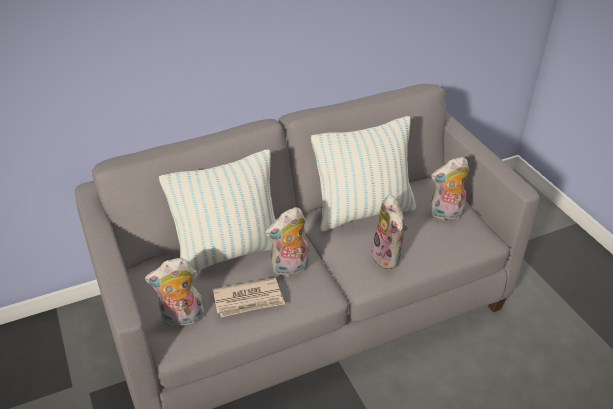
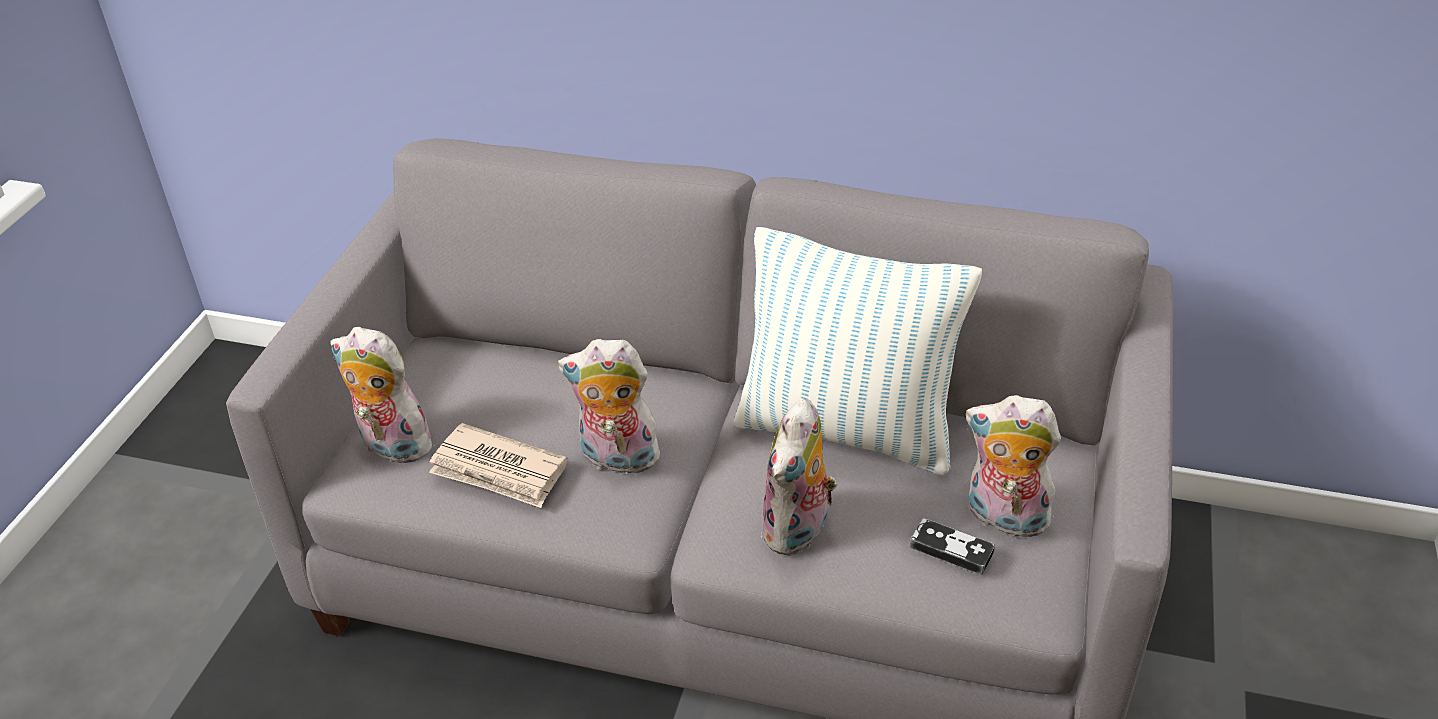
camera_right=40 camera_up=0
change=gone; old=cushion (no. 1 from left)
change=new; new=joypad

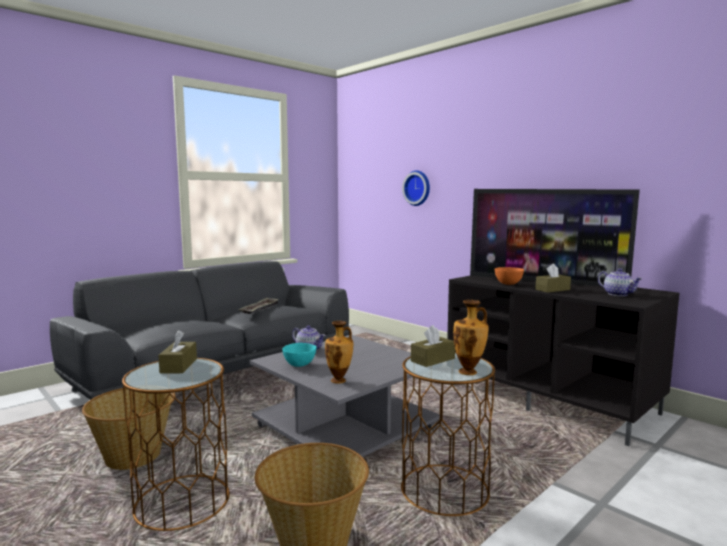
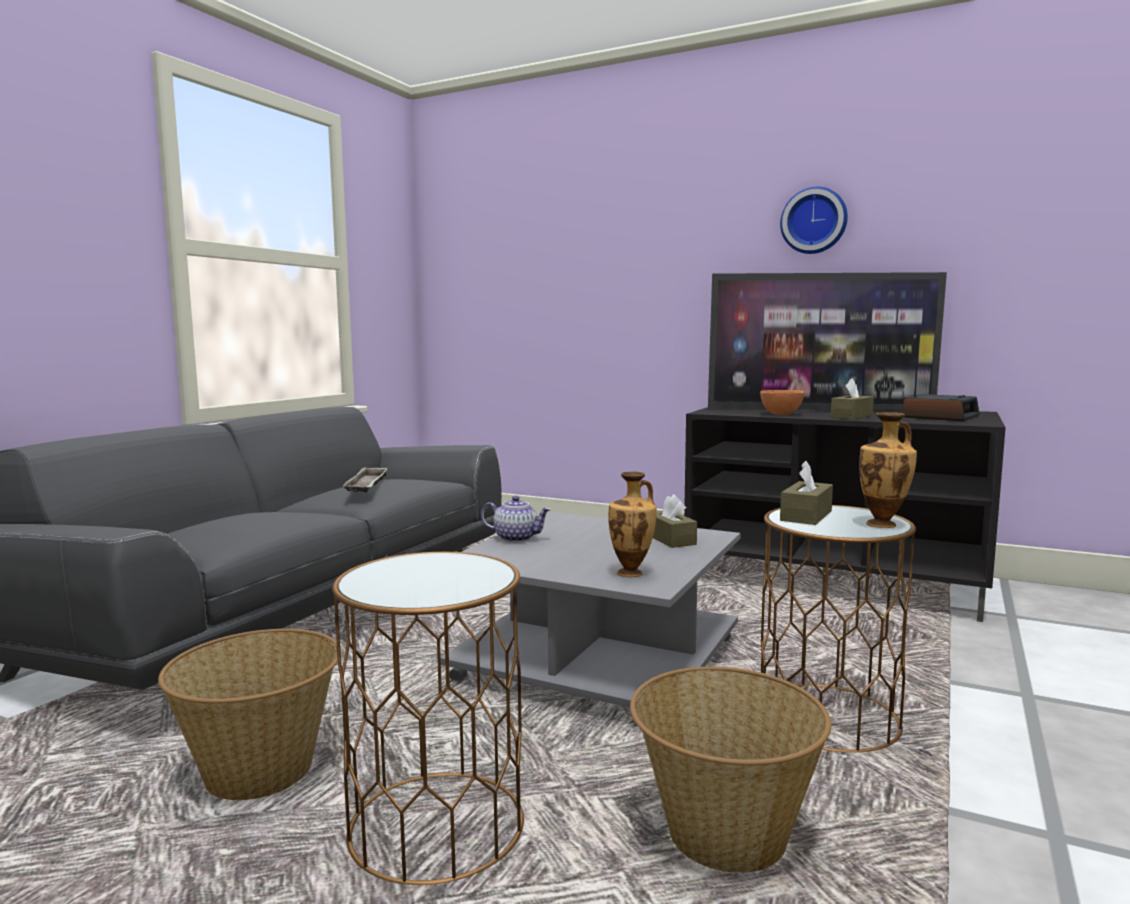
camera_right=-20 camera_up=0
change=gone; old=blue-green deep dish
change=shifted; old=brown tissue holder (no. 1 from left)
change=shifted; old=wall clock
change=swapped; old=pot for tea (no. 2 from left); new=alarm clock

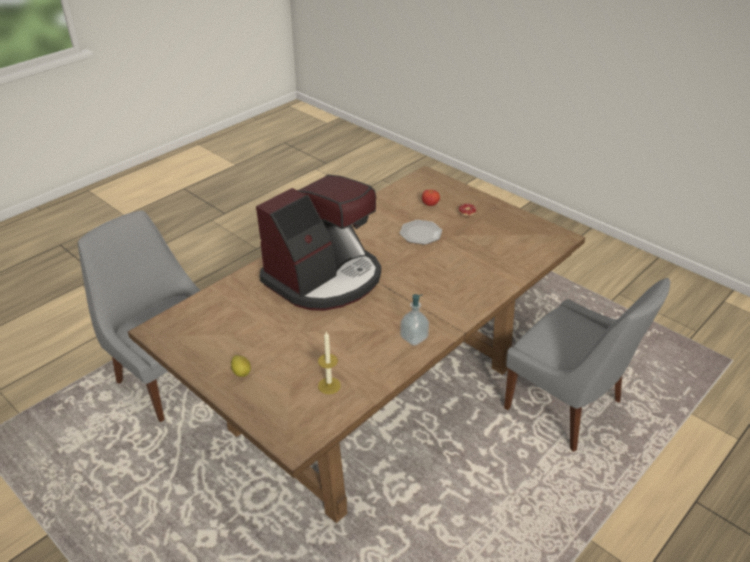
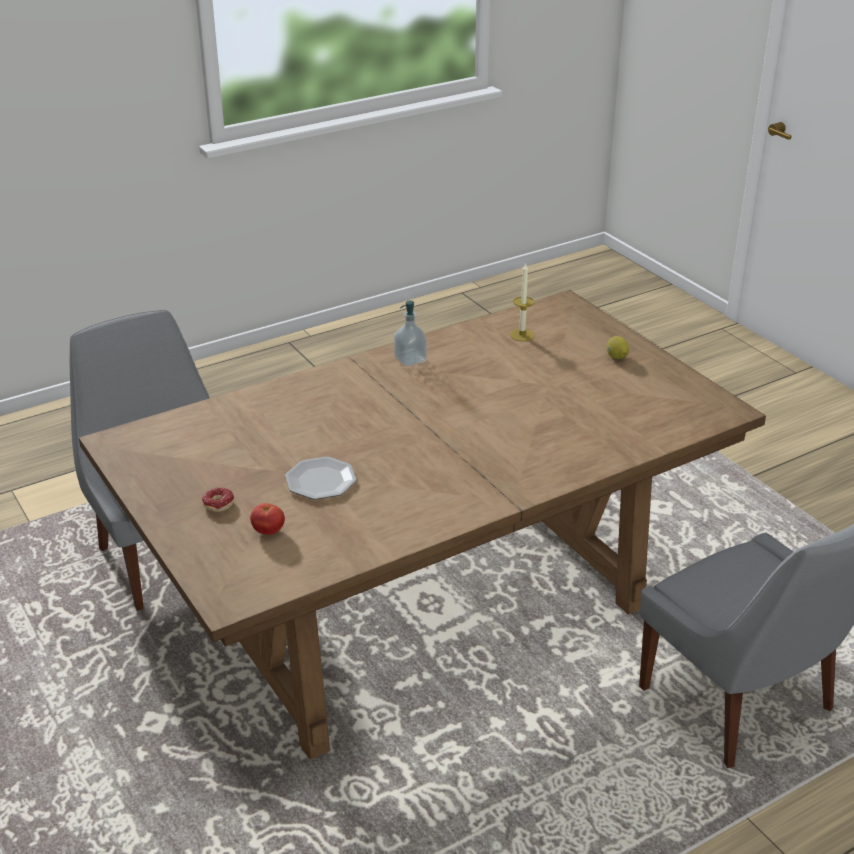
camera_right=-165 camera_up=-5
change=gone; old=coffee maker

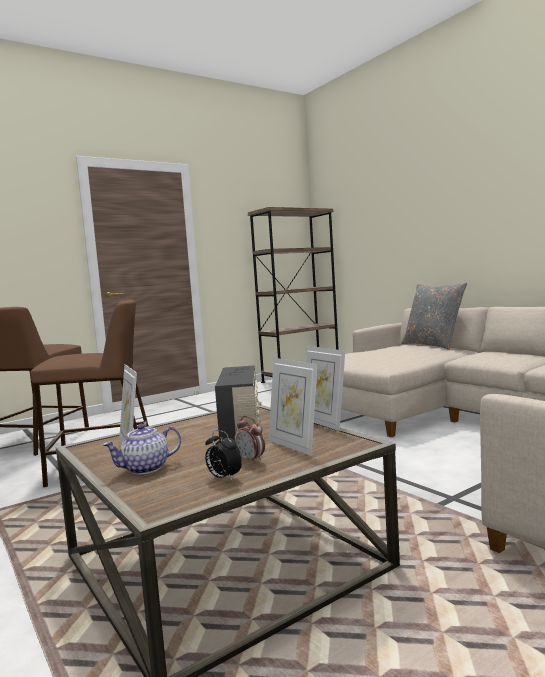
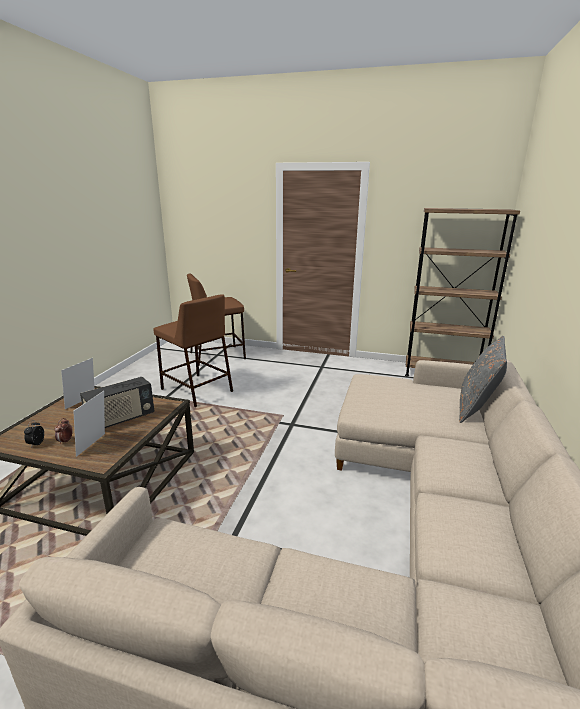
camera_right=50 camera_up=15
change=gone; old=pot for tea
change=gone; old=photo frame (no. 3 from left)

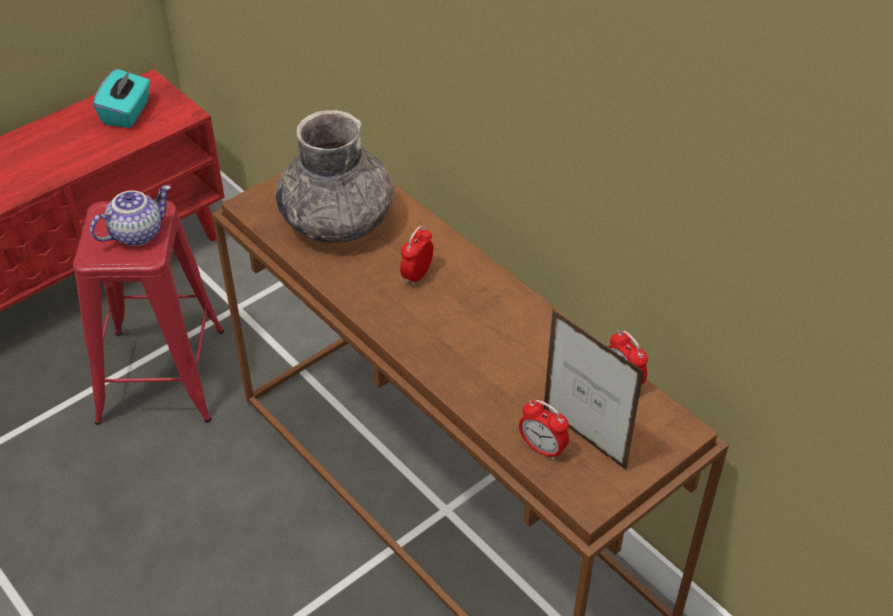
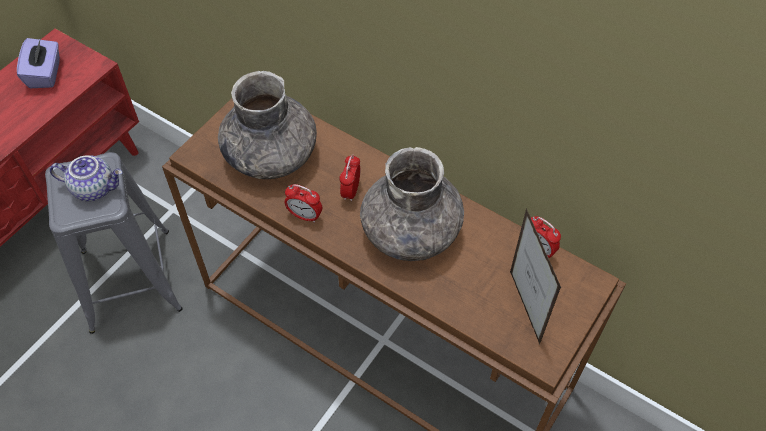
camera_right=-15 camera_up=10
change=new; new=grey vase (no. 2 from left)
change=shifted; old=alarm clock (no. 2 from left in the first image); new=alarm clock (no. 1 from left)
change=repainted; old=reddish stool seat; new=grey stool seat
change=repainted; old=blue-green tissue holder; new=purple-coloured tissue holder
change=rotated; old=pot for tea; degrees=60
change=rotated; old=photo frame; degrees=45

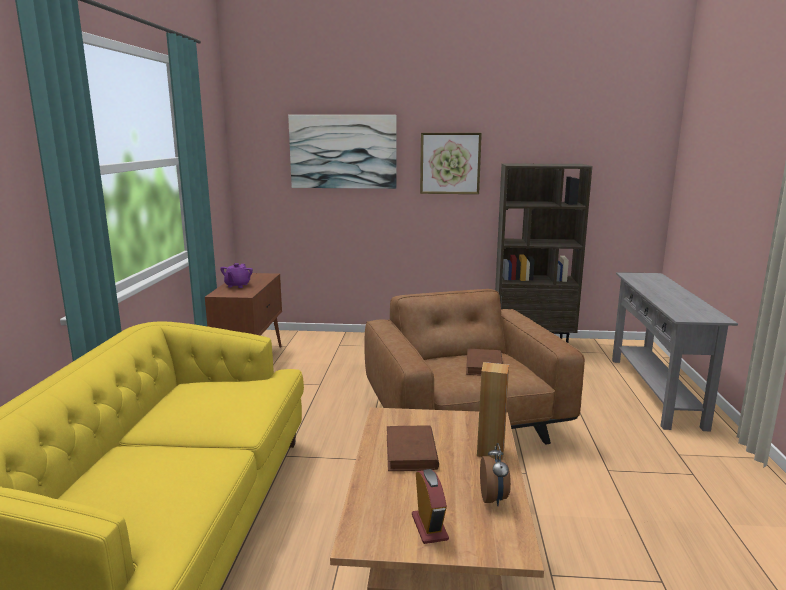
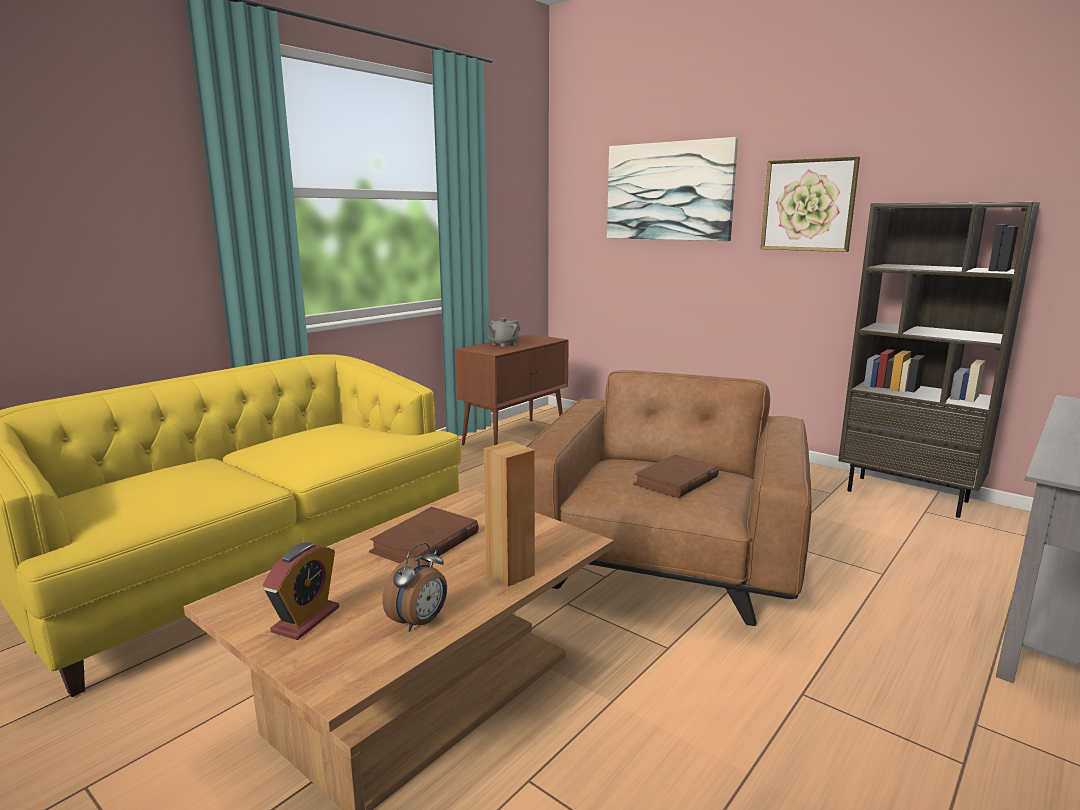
camera_right=35 camera_up=0
change=repainted; old=purple-coloured pot for tea; new=grey pot for tea

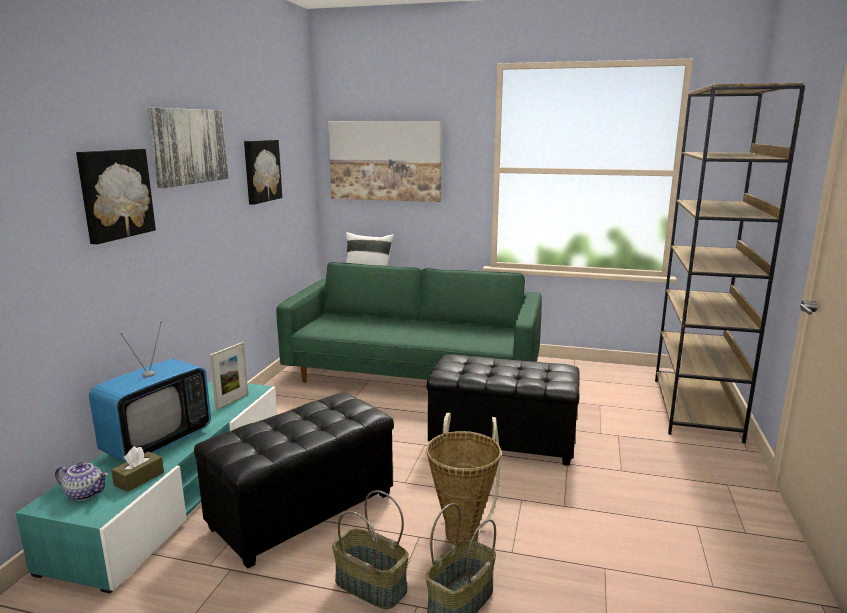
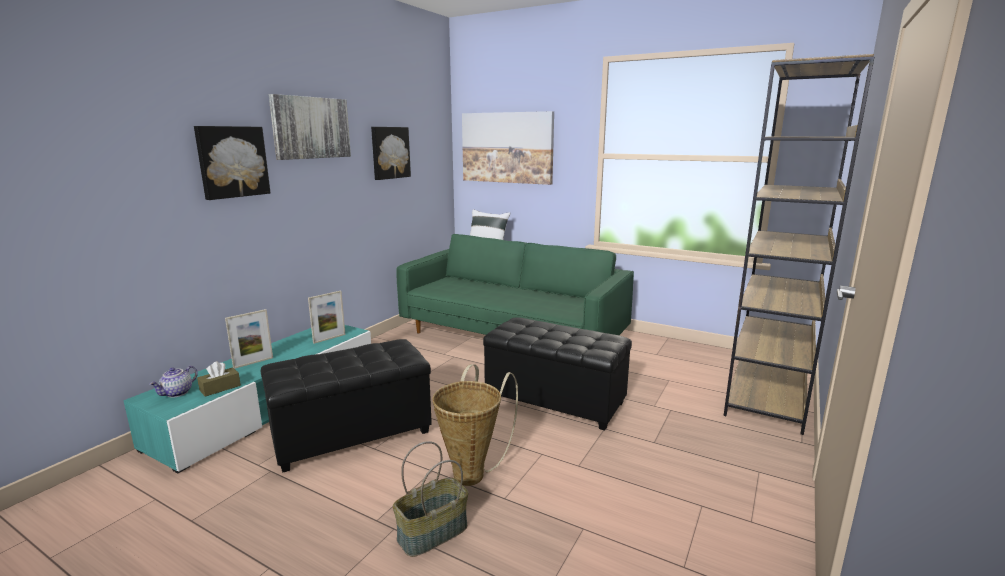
camera_right=15 camera_up=0
change=gone; old=household basket (no. 1 from left)
change=swapped; old=TV; new=photo frame (no. 1 from left)
change=rotated; old=pot for tea; degrees=90

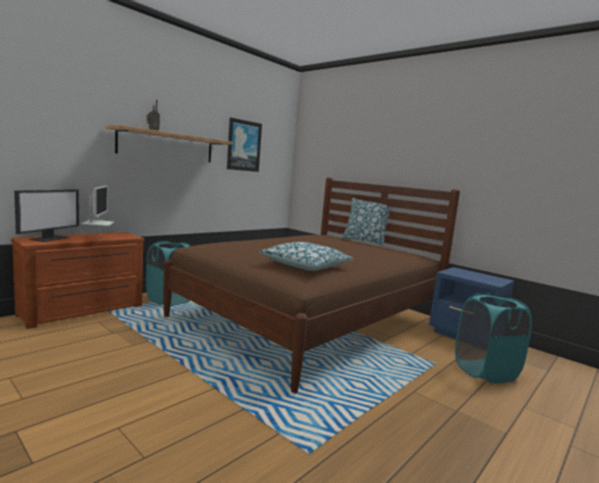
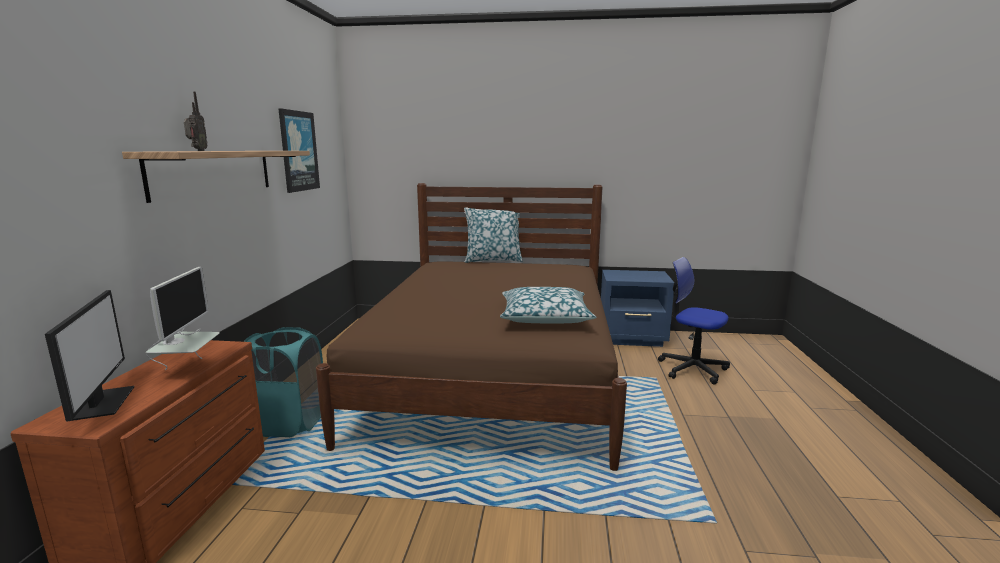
camera_right=-35 camera_up=5
change=swapped; old=blue-green laundry basket (no. 2 from left); new=computer chair
change=rotated; old=monitor (no. 2 from left); degrees=45

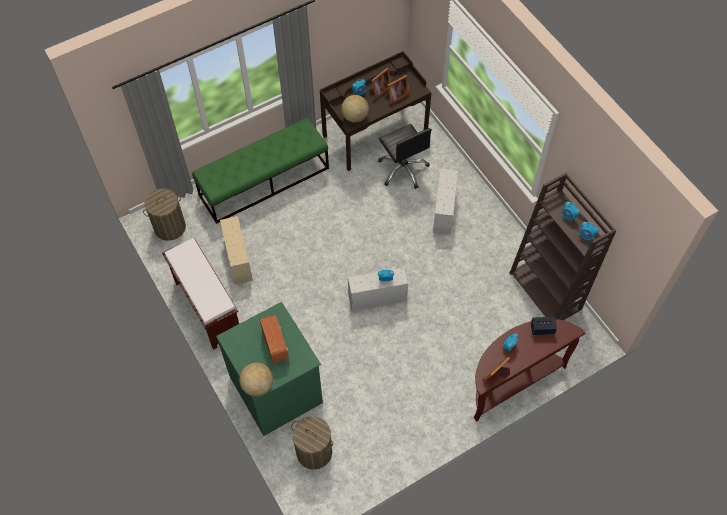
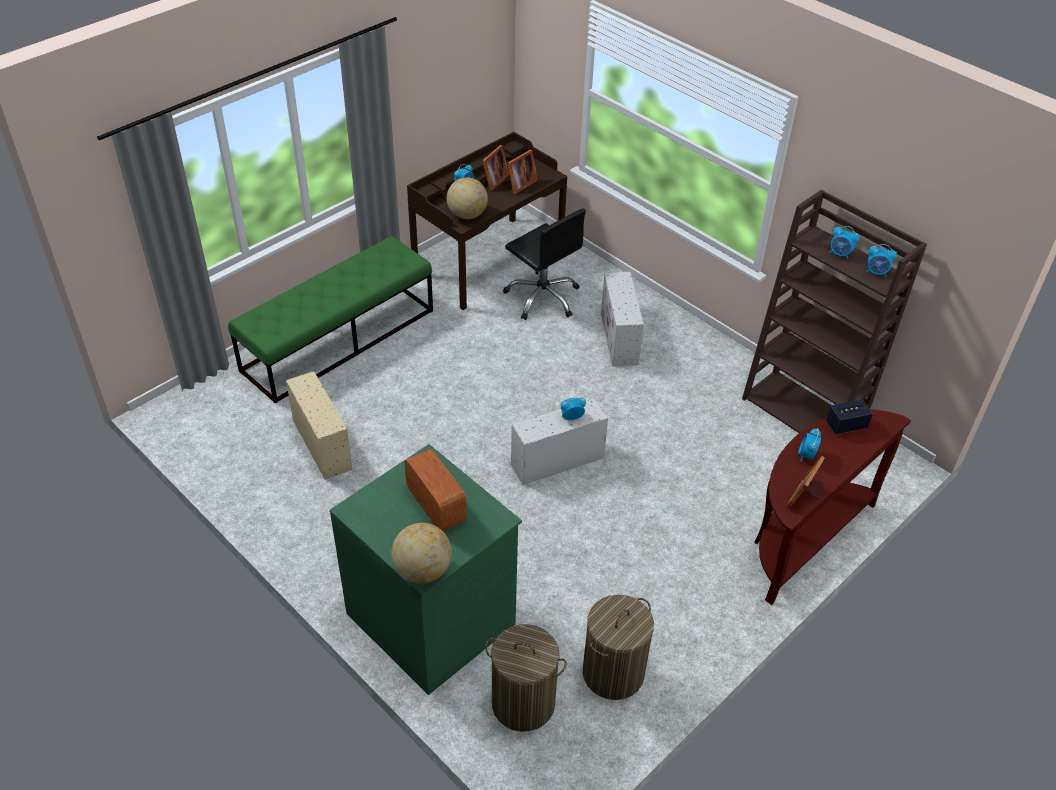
camera_right=-15 camera_up=-15
change=gone; old=brown indoor bench
change=shifted; old=laundry basket (no. 1 from left in the first image); new=laundry basket (no. 2 from left)

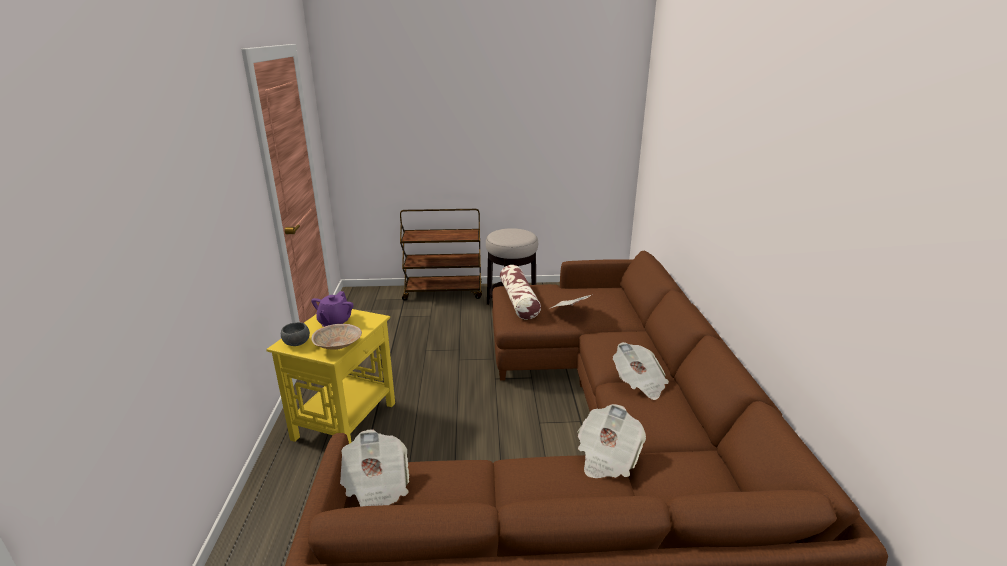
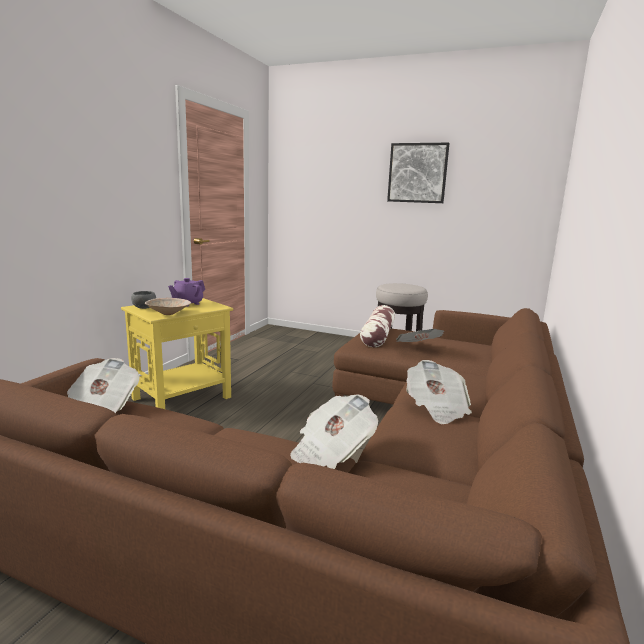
camera_right=25 camera_up=-10
change=gone; old=brown trolley
change=new; new=wall picture

